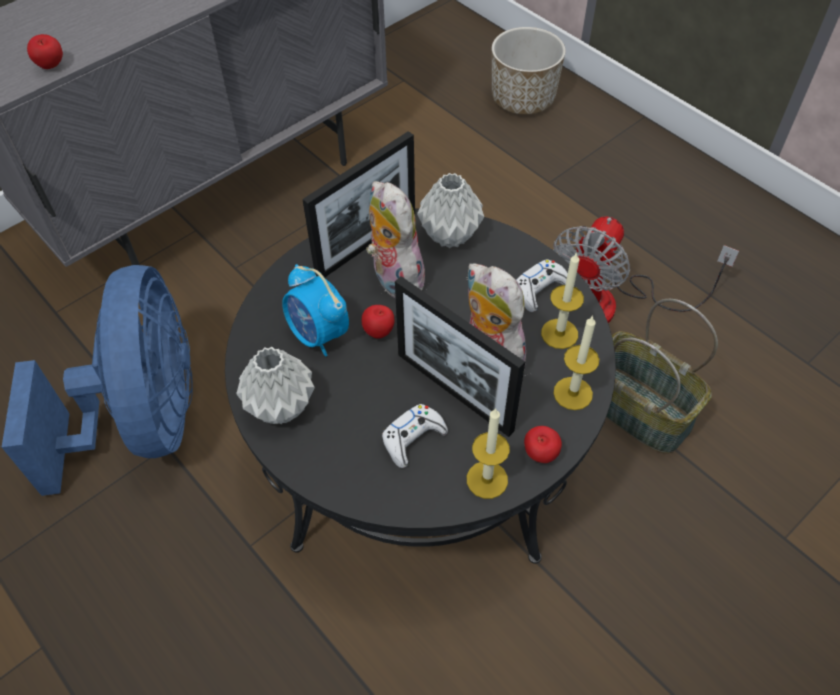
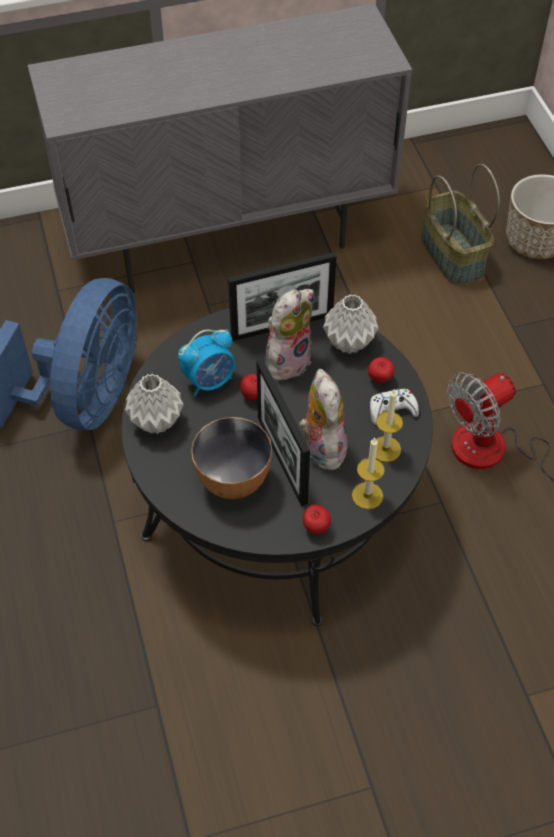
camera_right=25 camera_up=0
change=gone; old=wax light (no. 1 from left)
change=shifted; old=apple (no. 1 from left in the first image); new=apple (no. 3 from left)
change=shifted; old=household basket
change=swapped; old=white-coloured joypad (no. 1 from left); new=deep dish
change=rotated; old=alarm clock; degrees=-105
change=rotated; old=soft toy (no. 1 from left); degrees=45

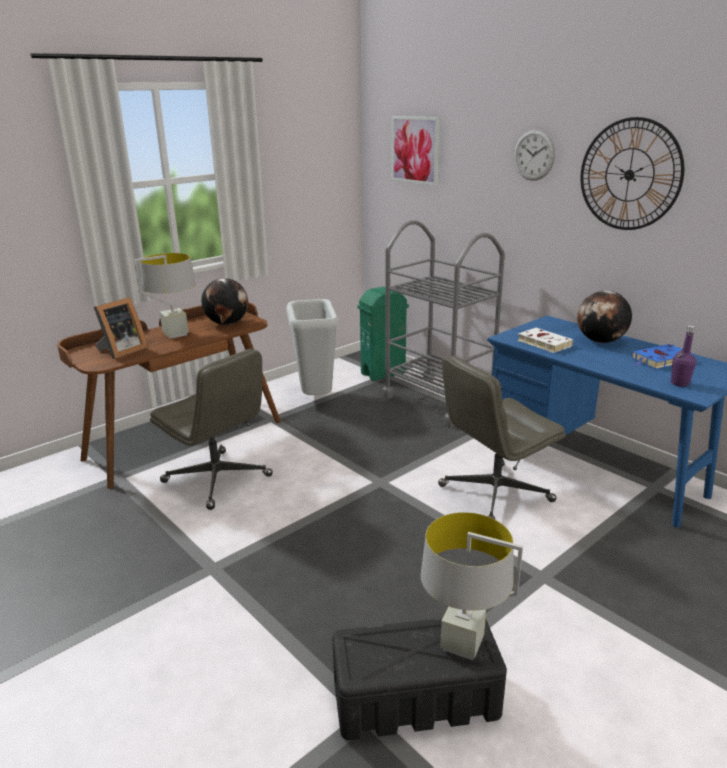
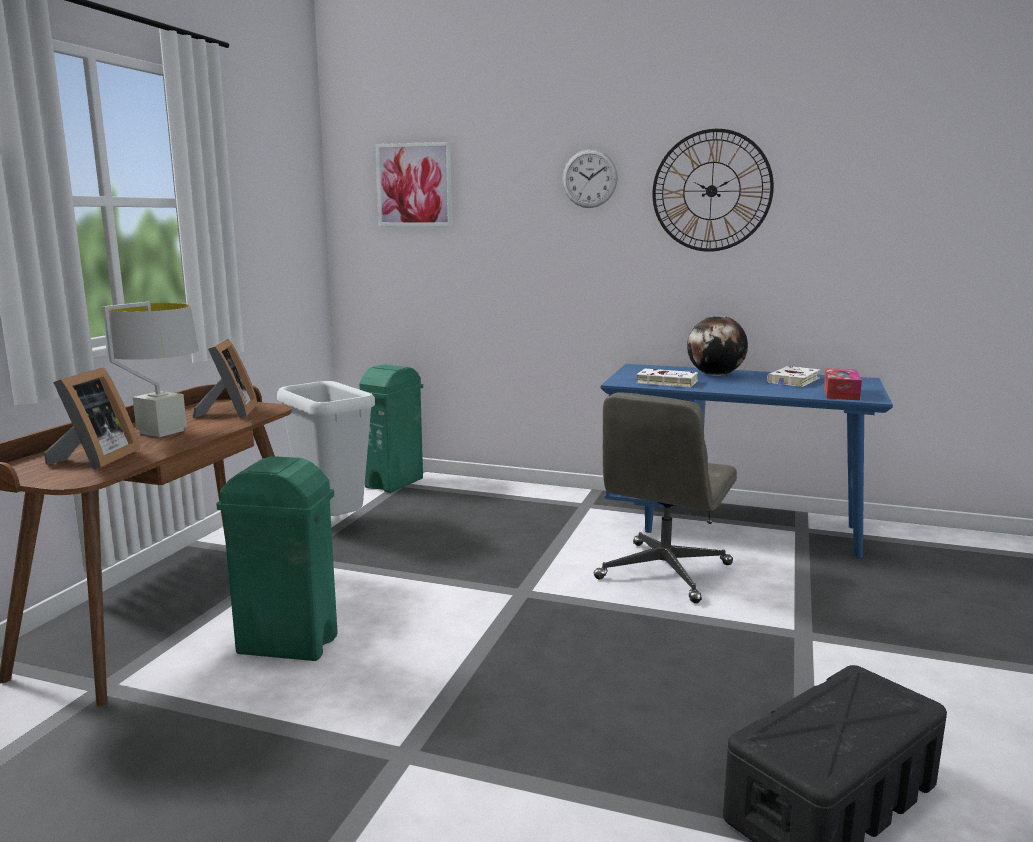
camera_right=-30 camera_up=-10
change=gone; old=grey trolley
change=gone; old=grey table lamp (no. 2 from left)
change=swapped; old=grey computer chair (no. 1 from left); new=greenish waste bin (no. 1 from left)
change=swapped; old=globe (no. 1 from left); new=photo frame (no. 2 from left)
change=swapped; old=purple-coloured beverage bottle; new=tissue holder
change=repainted; old=blue bound book; new=white-coloured bound book (no. 2 from left)

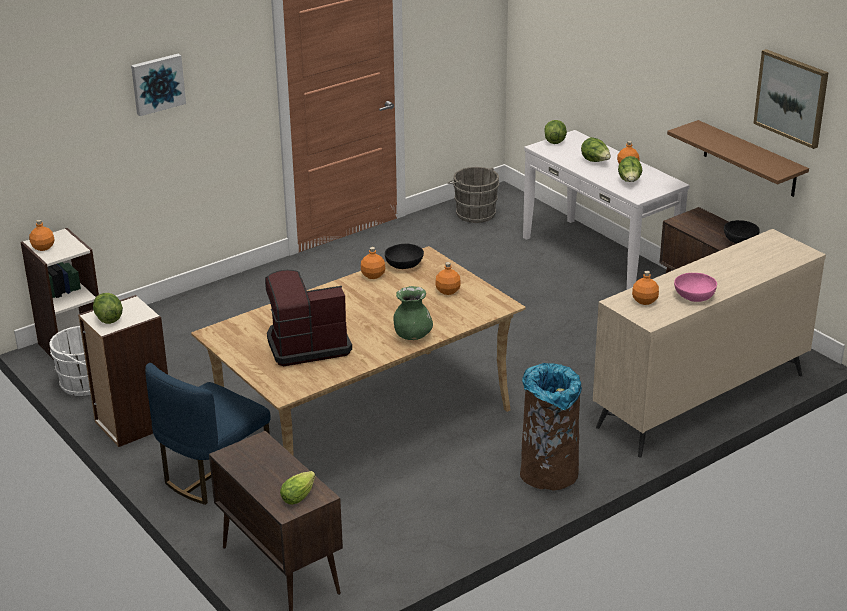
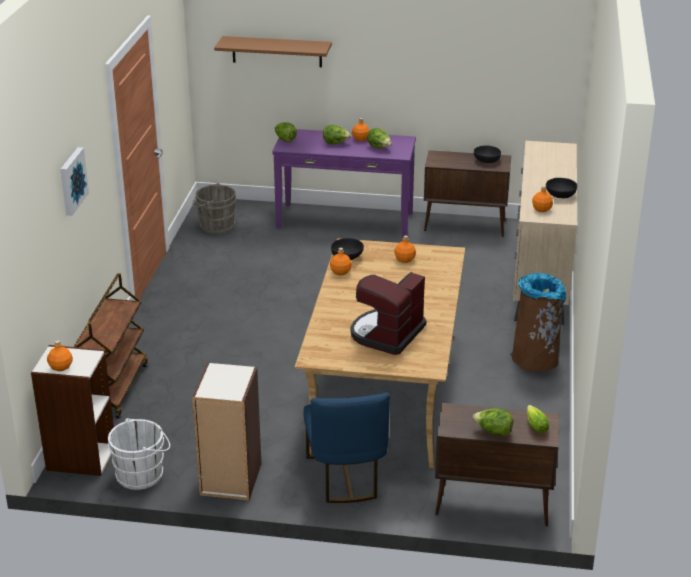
camera_right=-45 camera_up=0
change=gone; old=greenish vase
change=gone; old=wall picture (no. 2 from left)
change=new; new=brown trolley
change=shifted; old=head of lettuce (no. 1 from left in the first image); new=head of lettuce (no. 4 from left)
change=shifted; old=brown shelf
change=repainted; old=white-coloured hall table; new=purple-coloured hall table
change=repainted; old=pink deep dish; new=black-coloured deep dish (no. 3 from left)

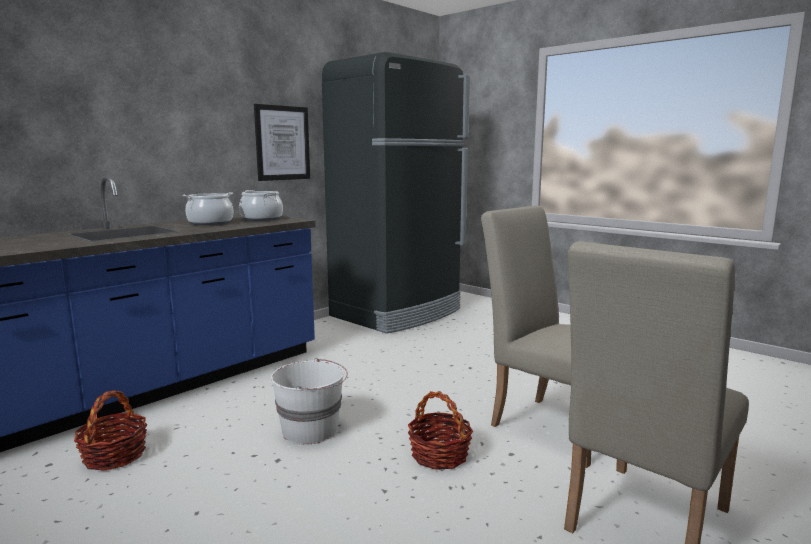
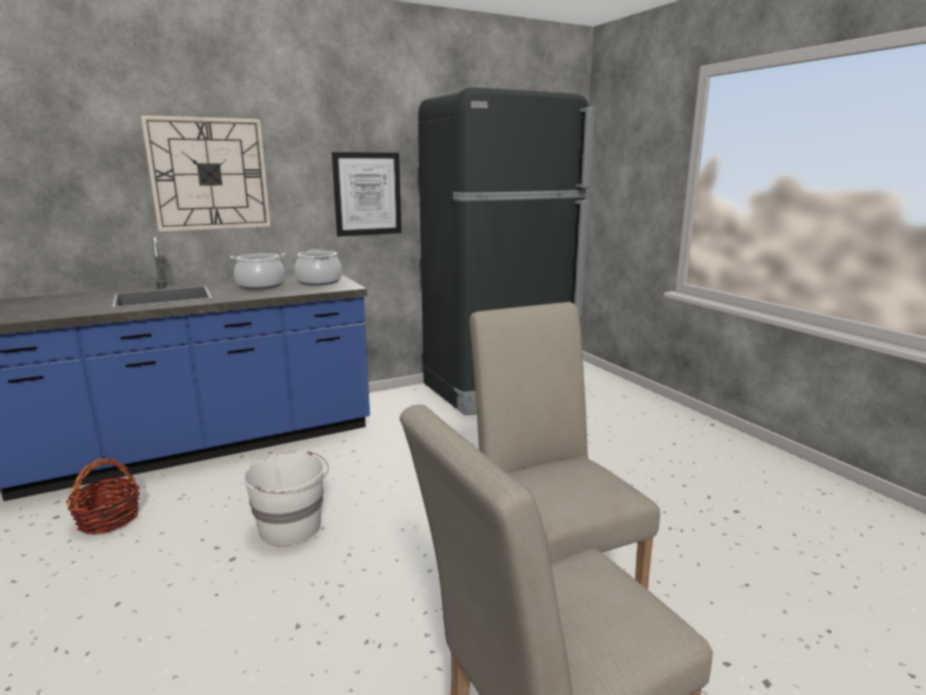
camera_right=20 camera_up=5
change=gone; old=household basket (no. 2 from left)
change=new; new=wall clock

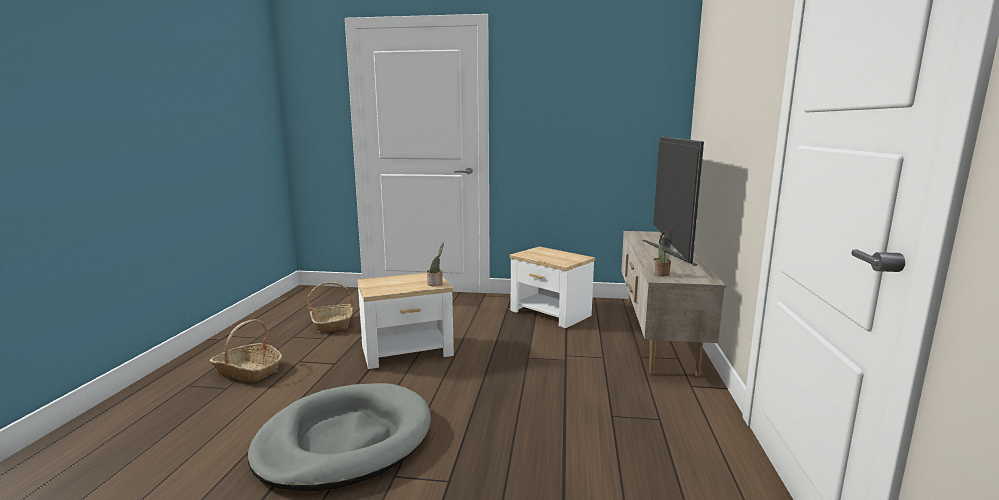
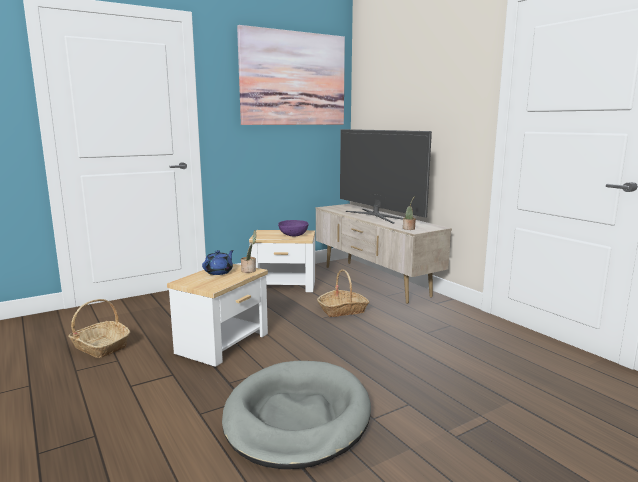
camera_right=-40 camera_up=0
change=new; new=blue pot for tea
change=new; new=wall picture
change=new; new=purple-coloured deep dish
change=shifted; old=household basket (no. 1 from left in the first image); new=household basket (no. 2 from left)

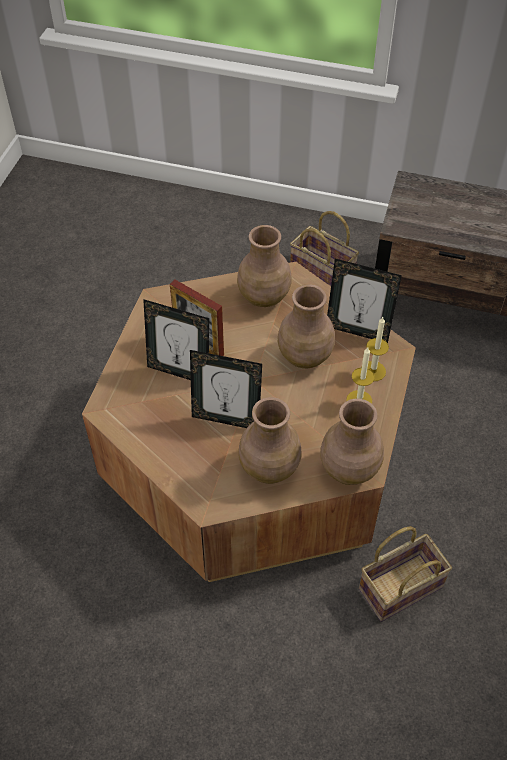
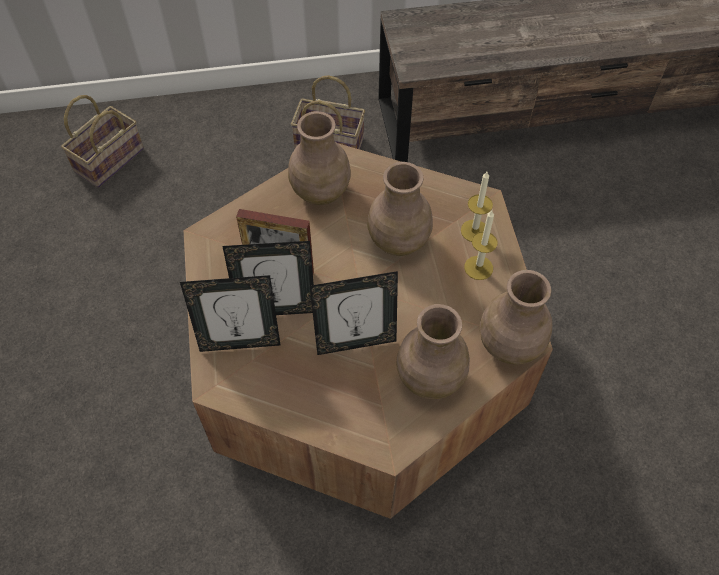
camera_right=-25 camera_up=5
change=shifted; old=photo frame (no. 4 from left in the first image); new=photo frame (no. 1 from left)
change=shifted; old=household basket (no. 2 from left in the first image); new=household basket (no. 1 from left)

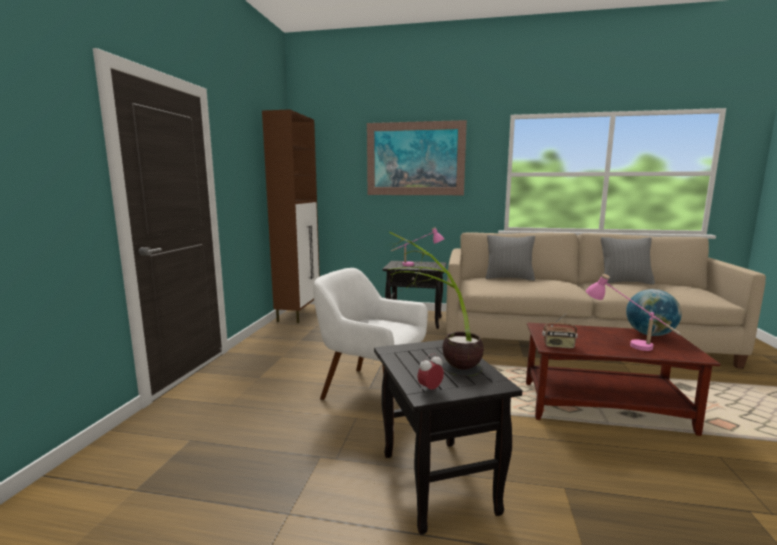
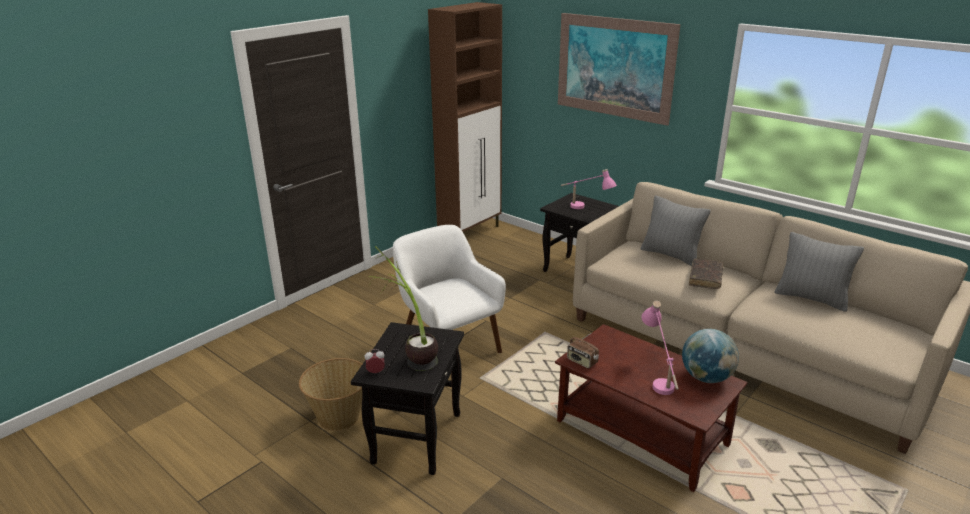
camera_right=30 camera_up=15
change=new; new=household basket
change=new; new=brown bound book

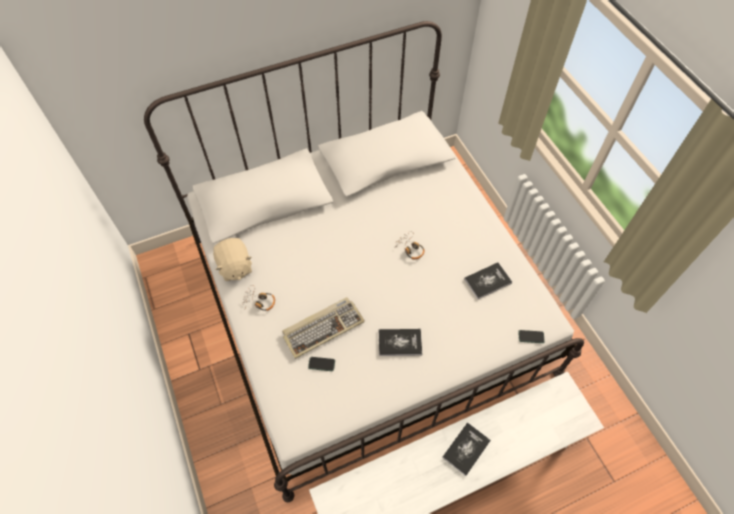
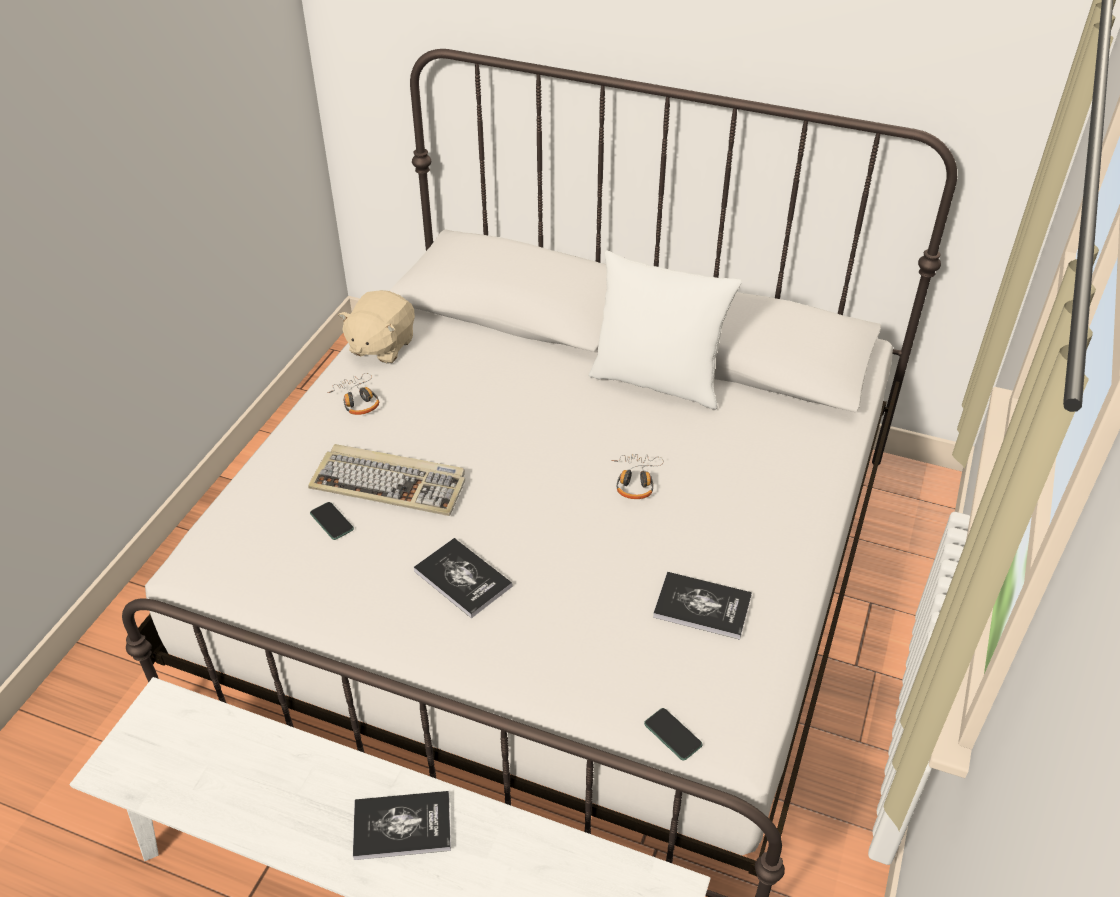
camera_right=45 camera_up=-15
change=new; new=white-coloured cushion

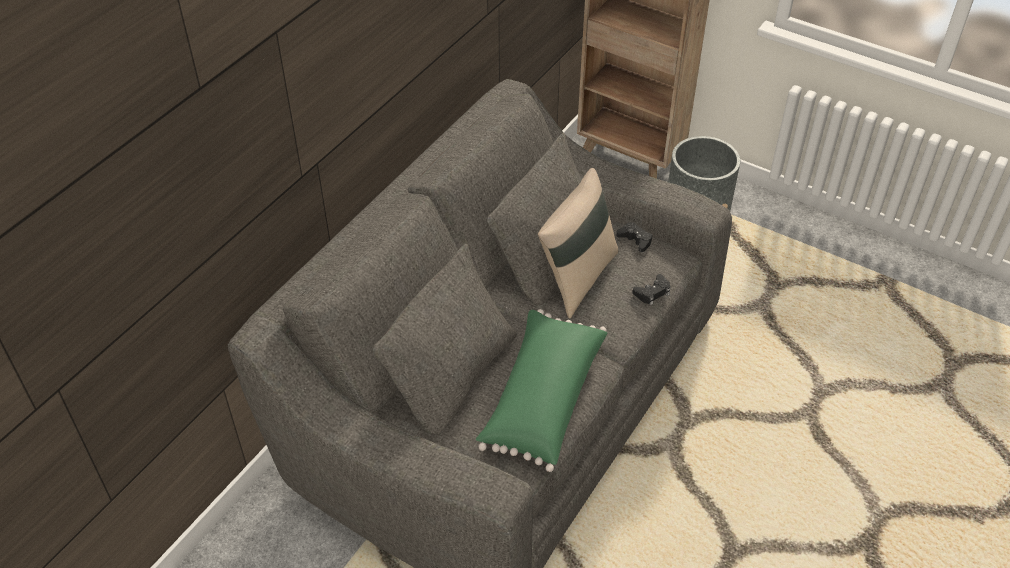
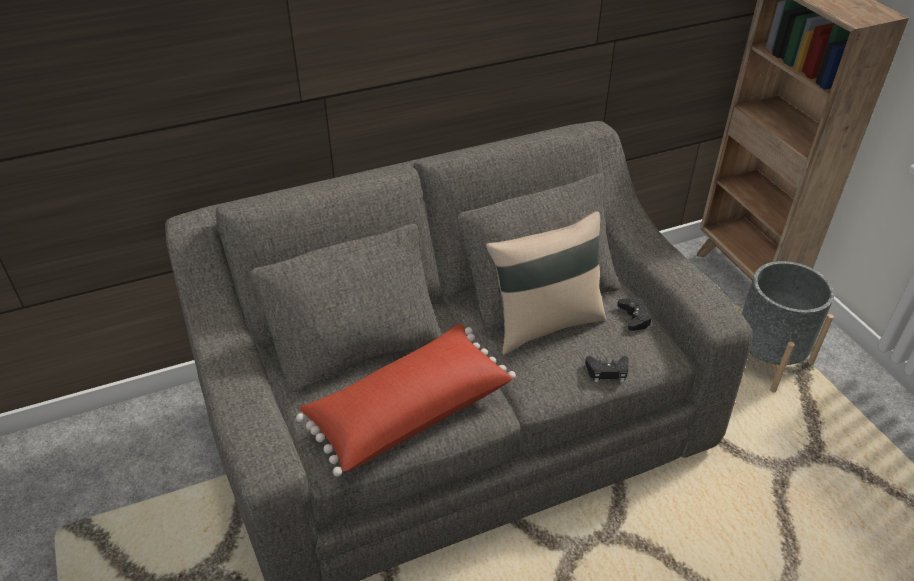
camera_right=35 camera_up=-5
change=repainted; old=greenish cushion; new=reddish cushion

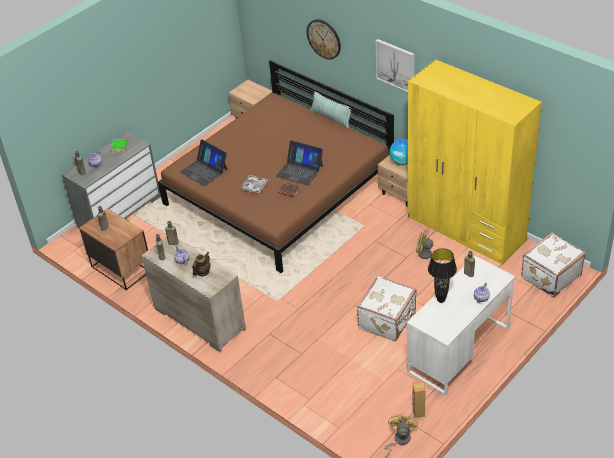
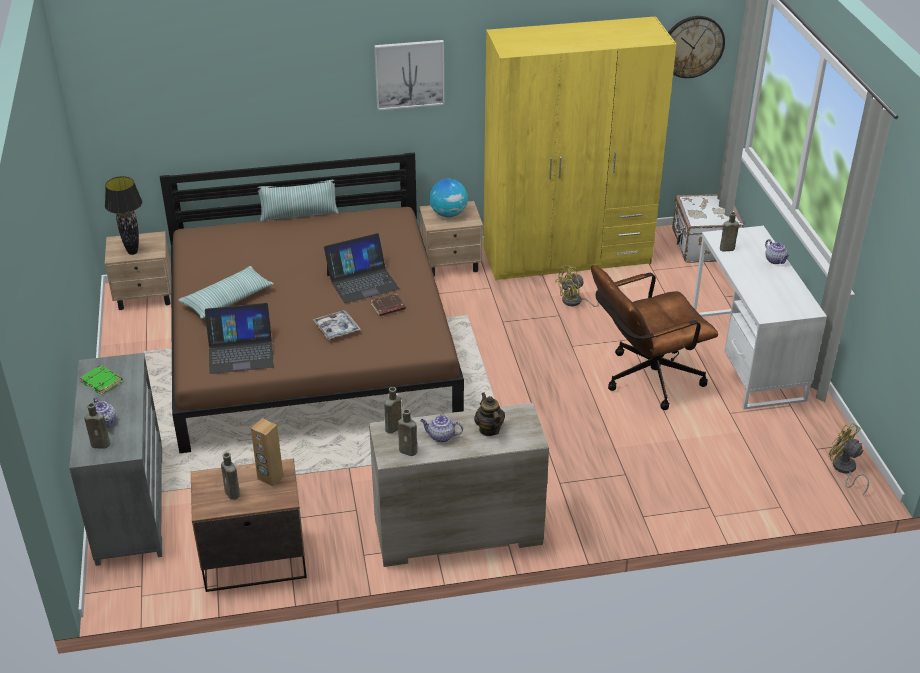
camera_right=-55 camera_up=-5
change=new; new=cushion (no. 1 from left)
change=shifted; old=wall clock
change=shifted; old=brown audio speaker
change=shifted; old=black-coloured table lamp
change=swapped; old=white-coloured suitcase (no. 1 from left); new=brown computer chair

